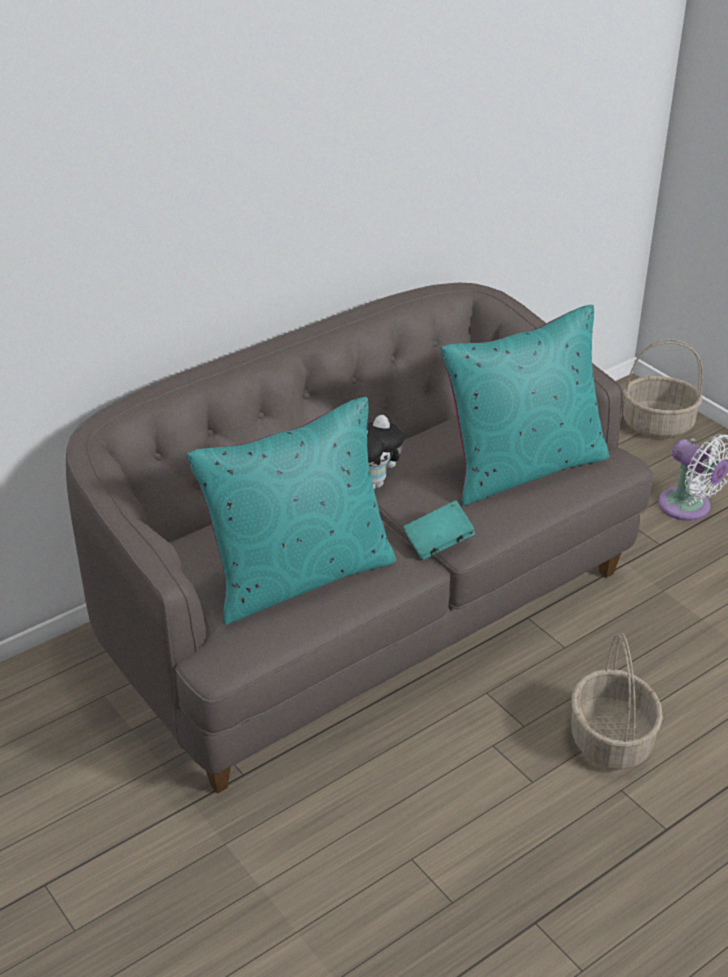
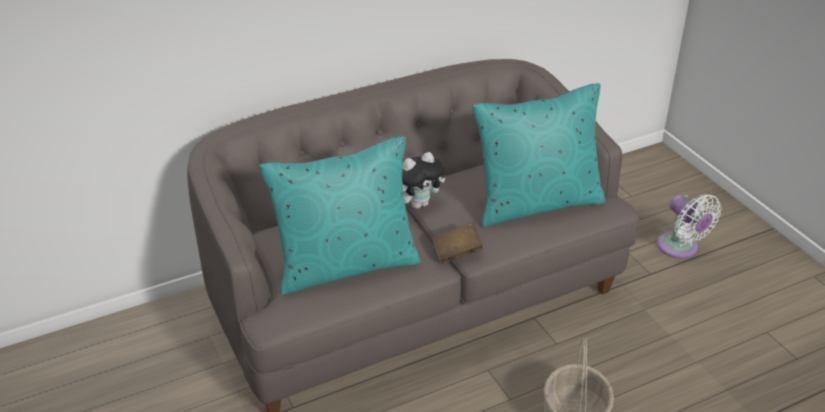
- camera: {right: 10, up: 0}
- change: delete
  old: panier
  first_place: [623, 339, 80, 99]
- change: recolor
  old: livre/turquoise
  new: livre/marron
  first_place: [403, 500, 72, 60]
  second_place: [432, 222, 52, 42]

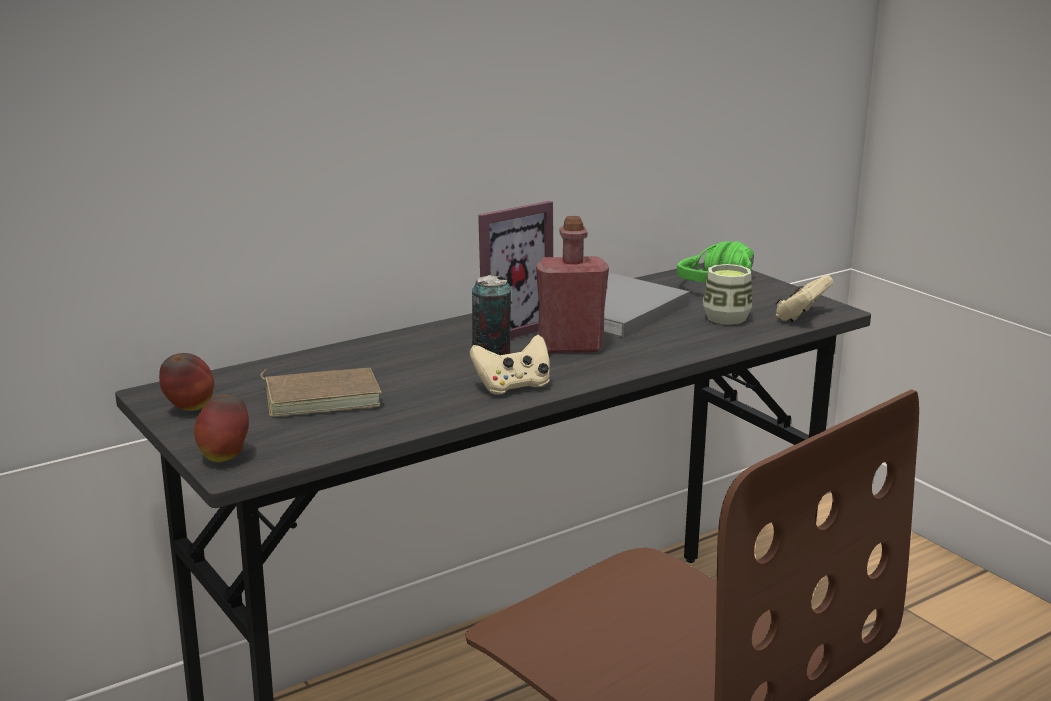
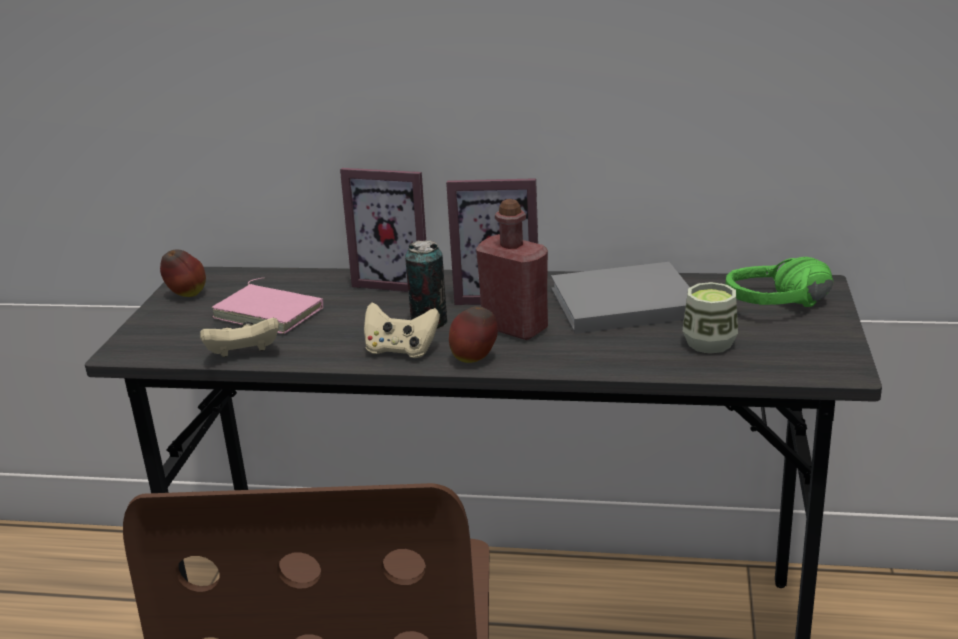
- camera: {right: 45, up: 5}
- change: insert
  new: cadre photo
  second_place: [340, 168, 86, 124]
- change: move
  old: pomme
  first_place: [194, 394, 55, 68]
  second_place: [449, 306, 49, 57]
- change: move
  old: manette/beige
  first_place: [775, 275, 58, 47]
  second_place: [200, 318, 79, 39]
- change: recolor
  old: livre/marron
  new: livre/rose
  first_place: [261, 368, 121, 49]
  second_place: [212, 278, 111, 56]

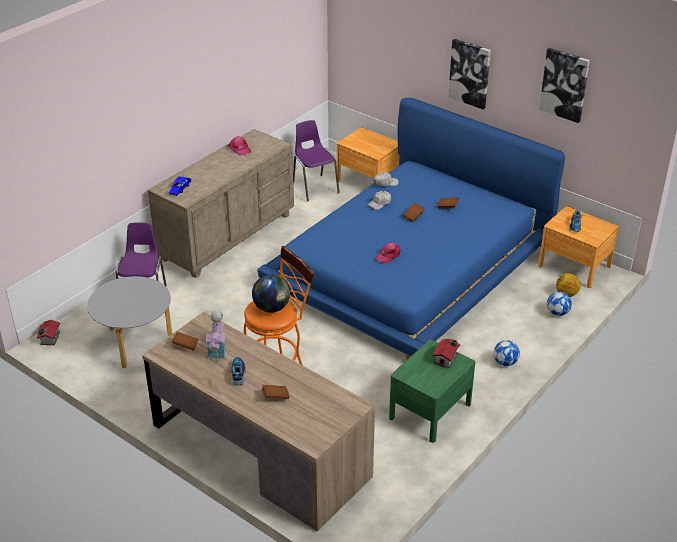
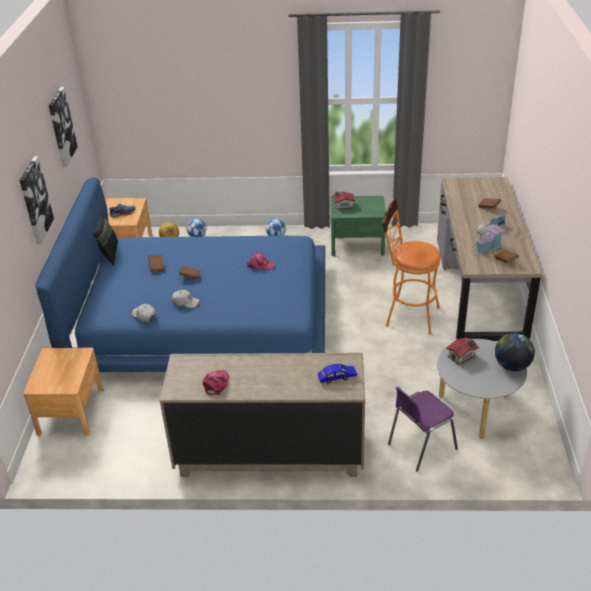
- camera: {right: -125, up: 0}
- change: delete
  old: chaise/violet
  first_place: [293, 120, 47, 82]
- change: insert
  new: coussin/noir
  second_place: [93, 214, 25, 51]
- change: move
  old: maison miniature
  first_place: [37, 320, 23, 25]
  second_place: [447, 338, 32, 27]
- change: move
  old: globe
  first_place: [252, 275, 38, 38]
  second_place: [495, 333, 40, 38]

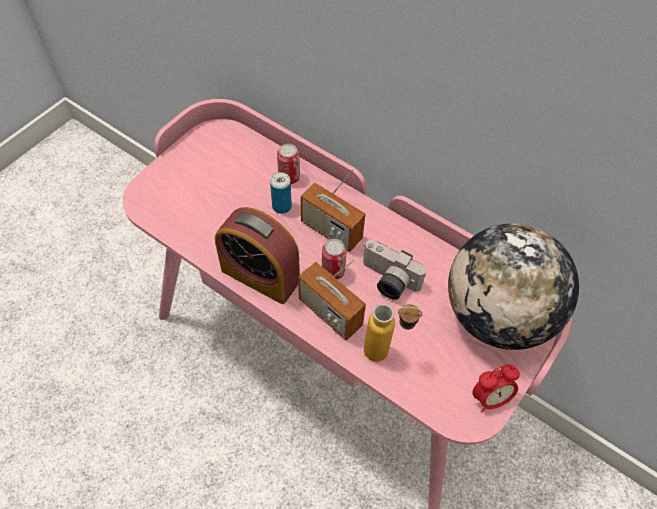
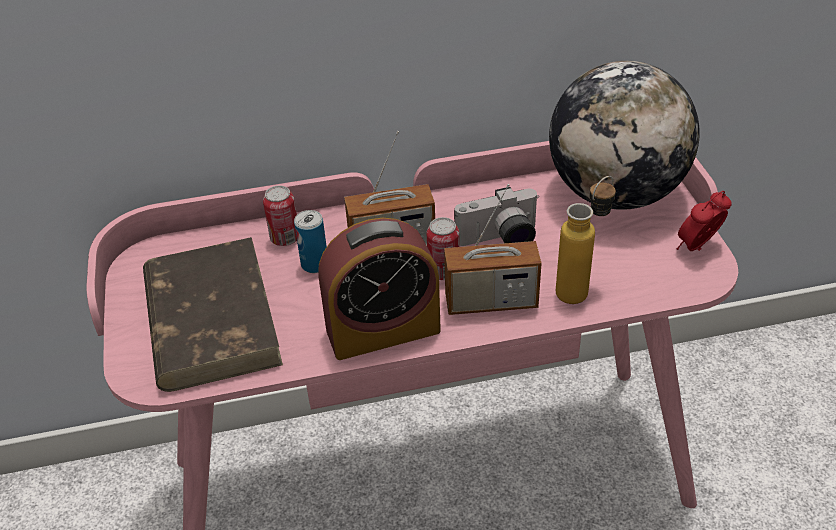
- camera: {right: -45, up: -15}
- change: insert
  new: livre/marron
  second_place: [143, 237, 140, 155]
- change: rotate
  old: réveil
  first_place: [472, 364, 48, 48]
  second_place: [676, 191, 56, 60]
  degrees: -150

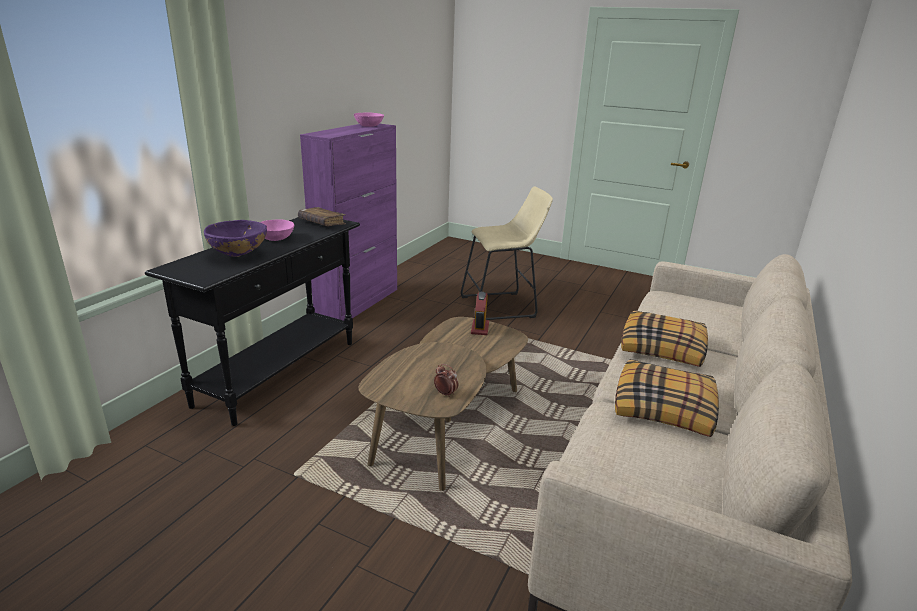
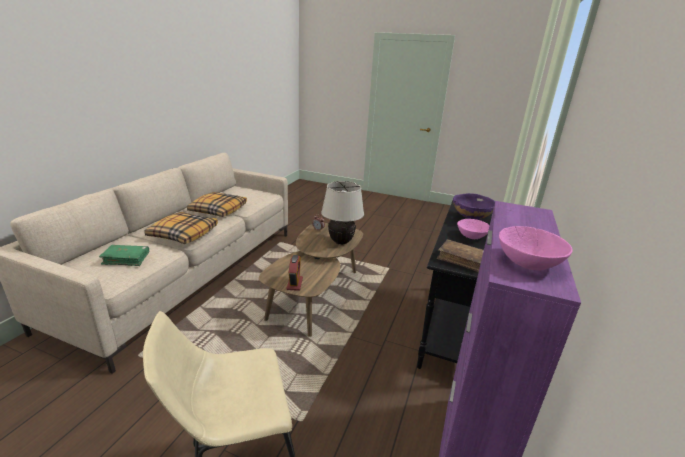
- camera: {right: 175, up: 0}
- change: insert
  new: livre/vert
  second_place: [99, 245, 51, 21]
- change: insert
  new: lampe de table/beige
  second_place: [321, 181, 43, 64]

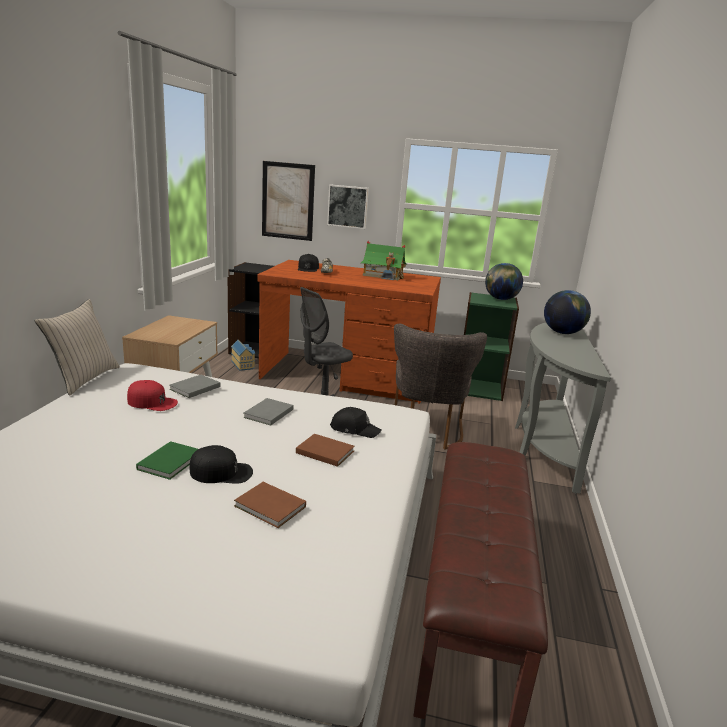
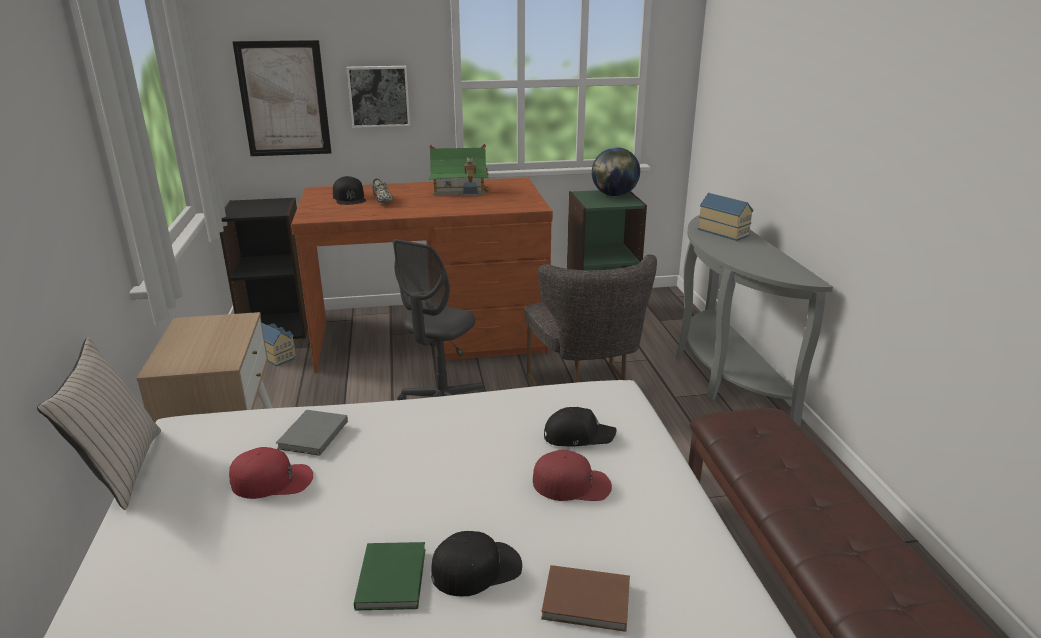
- camera: {right: -20, up: 5}
- change: delete
  old: livre/gris
  first_place: [243, 398, 50, 27]
- change: replace
  old: livre/marron
  new: casquette/rouge
  first_place: [296, 434, 59, 33]
  second_place: [533, 450, 79, 51]
- change: replace
  old: globe
  new: maison miniature
  first_place: [544, 290, 47, 44]
  second_place: [698, 193, 55, 48]

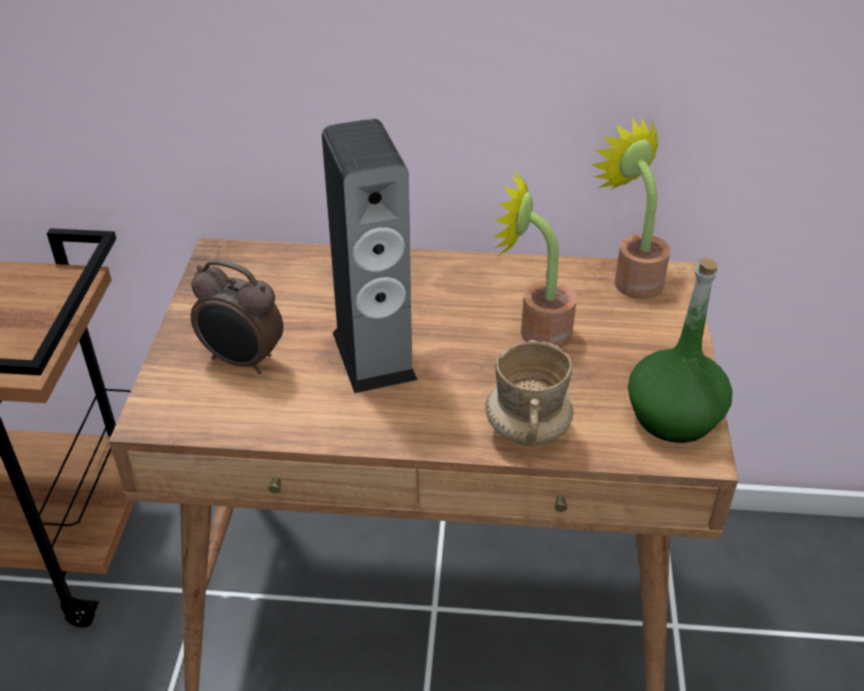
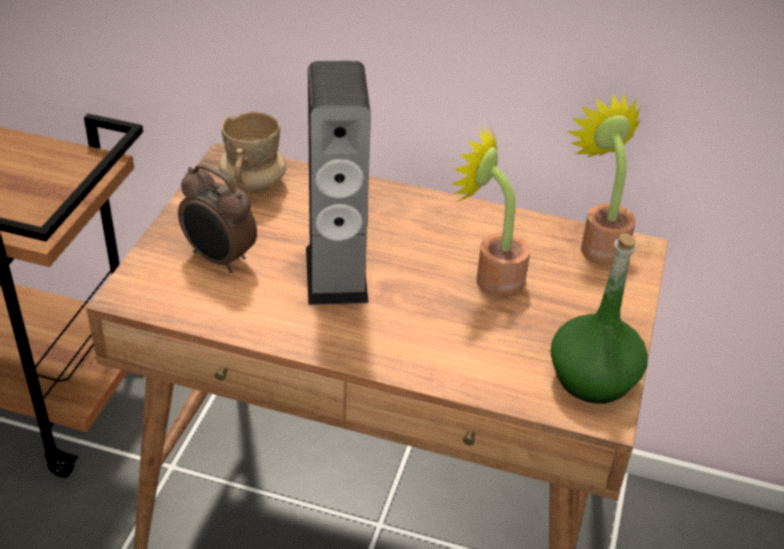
- camera: {right: 10, up: 0}
- change: move
  old: mug/beige
  first_place: [485, 340, 88, 106]
  second_place: [219, 111, 68, 82]

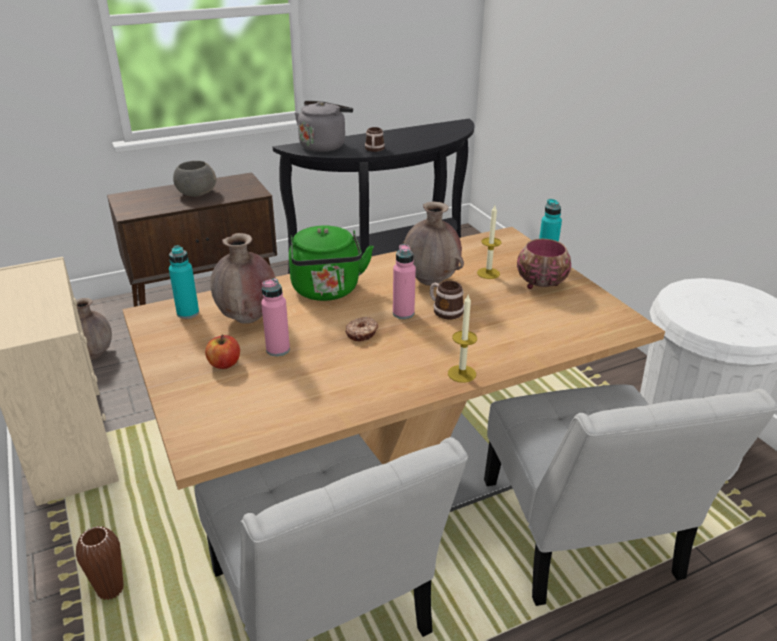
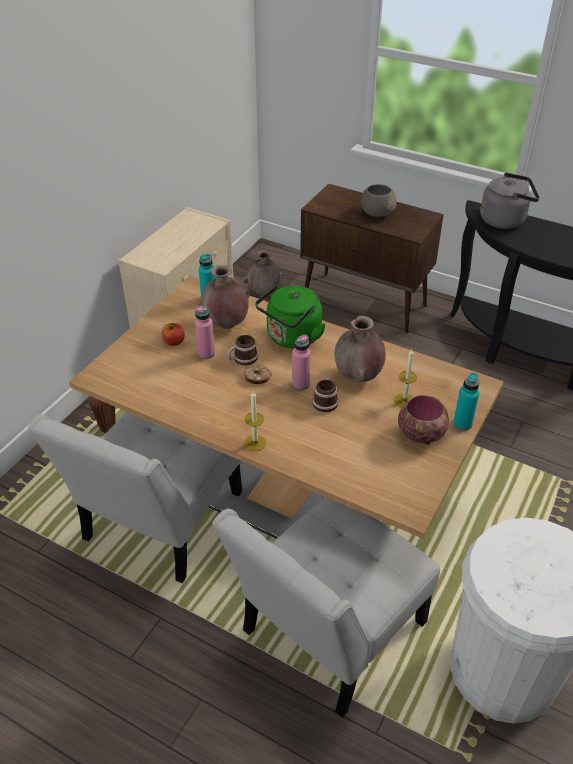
- camera: {right: 55, up: 10}
- change: move
  old: mug
  first_place: [365, 127, 20, 25]
  second_place: [227, 335, 31, 31]

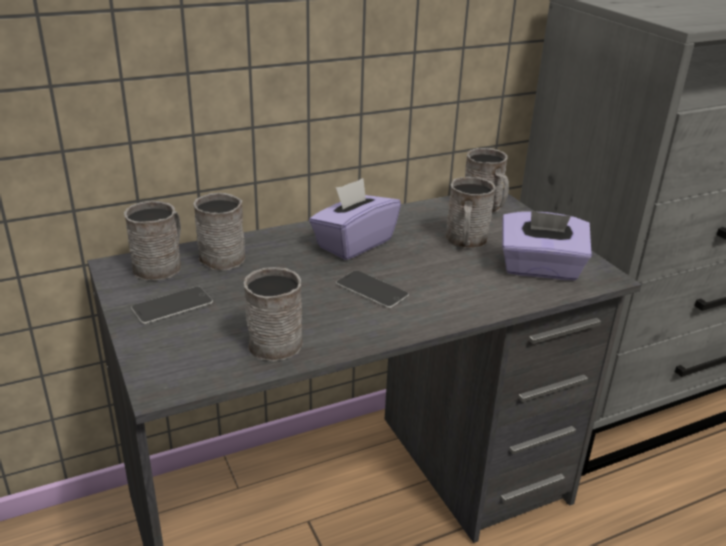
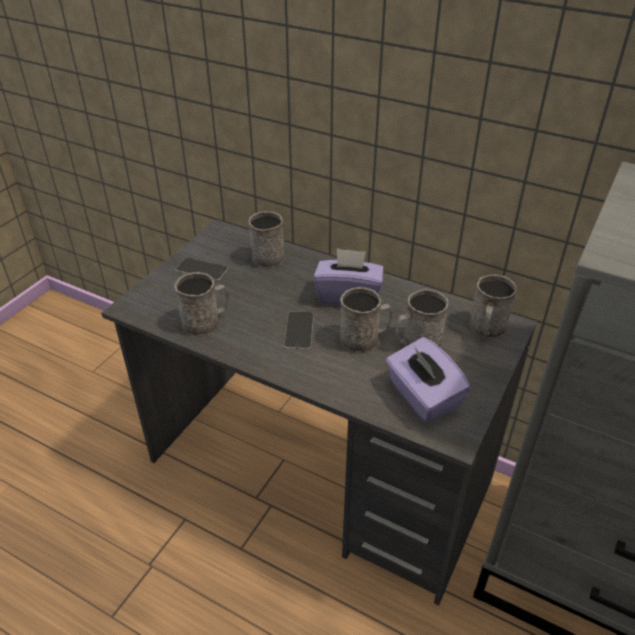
- camera: {right: 55, up: 10}
- change: move
  old: mug/gris
  first_place: [124, 201, 57, 80]
  second_place: [340, 287, 52, 66]

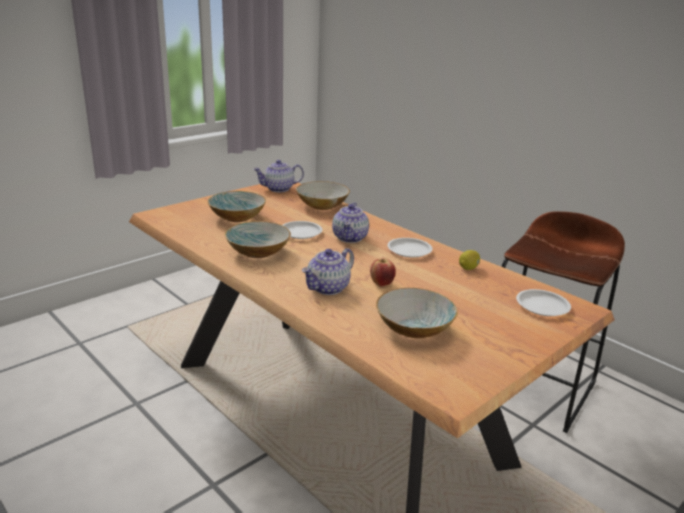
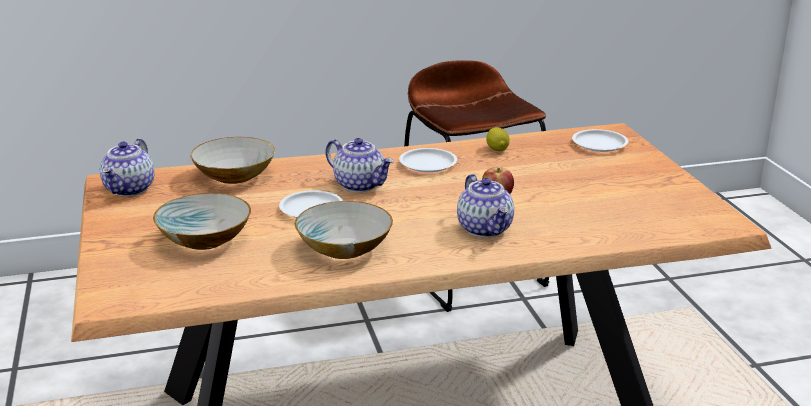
- camera: {right: -60, up: 0}
- change: delete
  old: bol
  first_place: [376, 288, 82, 50]

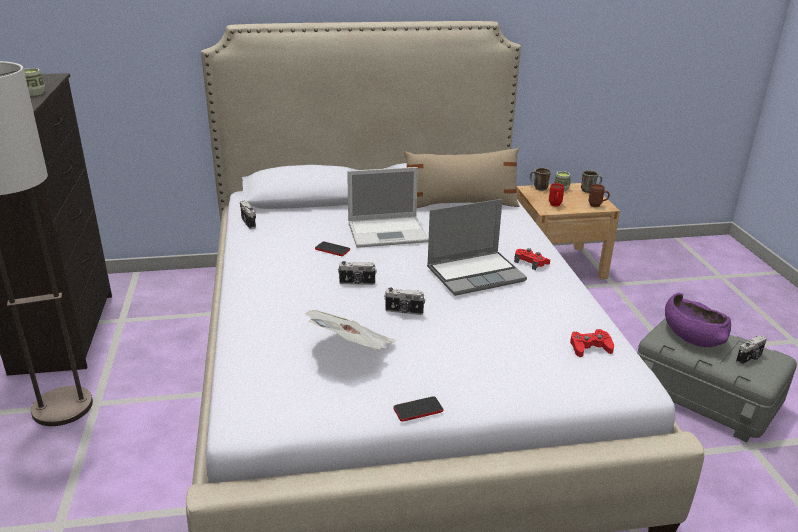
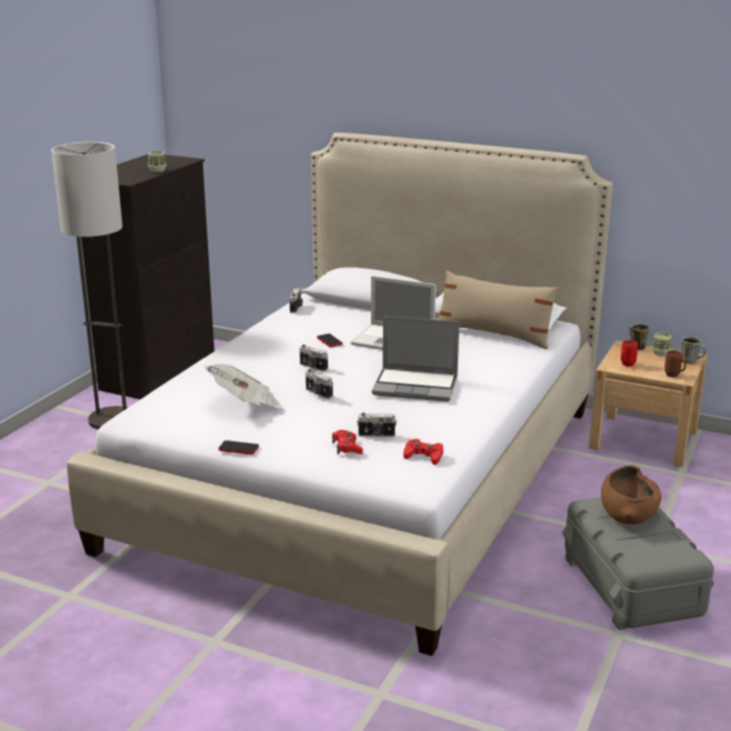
- camera: {right: 35, up: -5}
- change: move
  old: manette/rouge
  first_place: [514, 248, 36, 22]
  second_place: [332, 430, 31, 24]
- change: move
  old: appareil photo
  first_place: [736, 335, 31, 30]
  second_place: [357, 413, 40, 24]
- change: recolor
  old: bol/violet
  new: bol/marron
  first_place: [665, 293, 66, 54]
  second_place: [601, 465, 61, 59]

